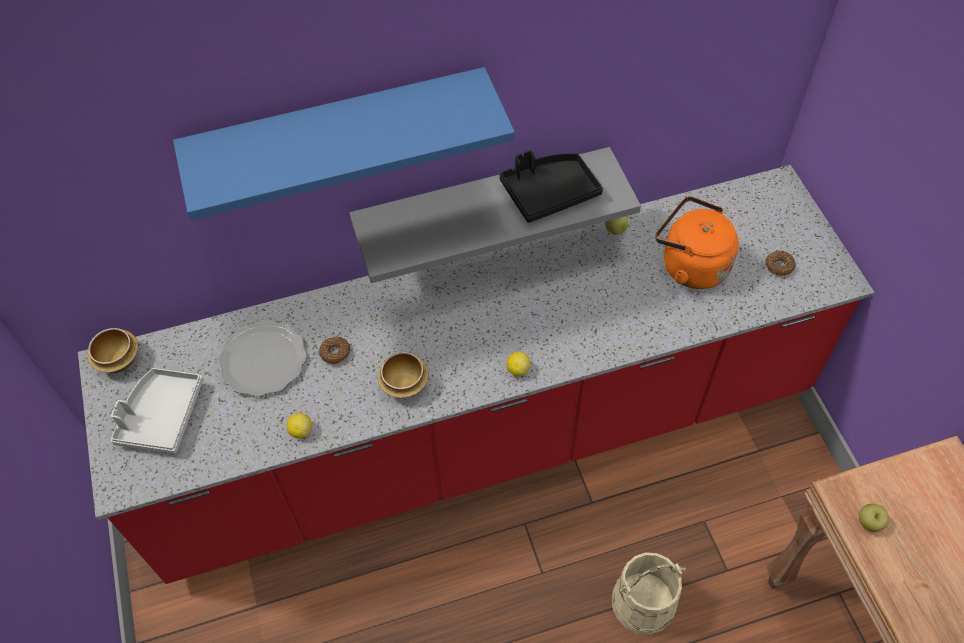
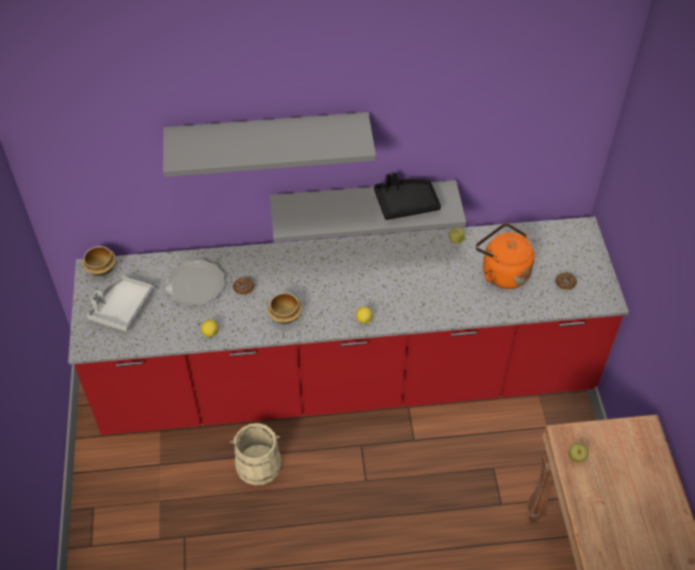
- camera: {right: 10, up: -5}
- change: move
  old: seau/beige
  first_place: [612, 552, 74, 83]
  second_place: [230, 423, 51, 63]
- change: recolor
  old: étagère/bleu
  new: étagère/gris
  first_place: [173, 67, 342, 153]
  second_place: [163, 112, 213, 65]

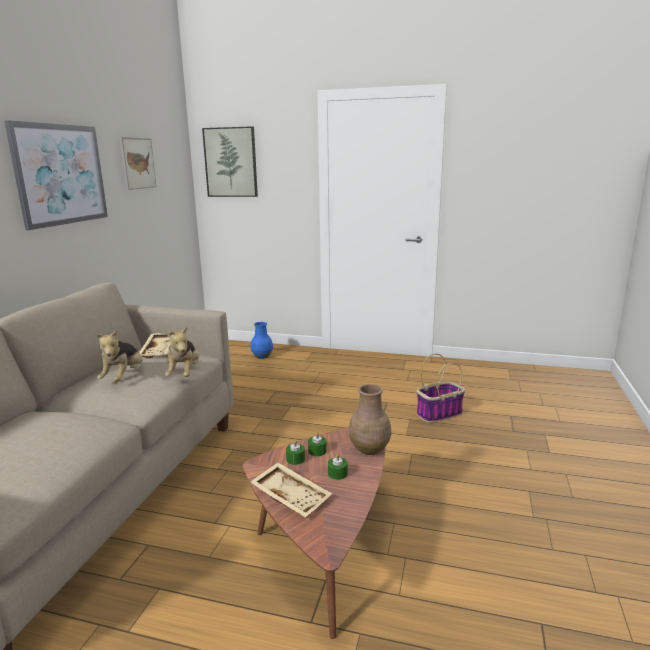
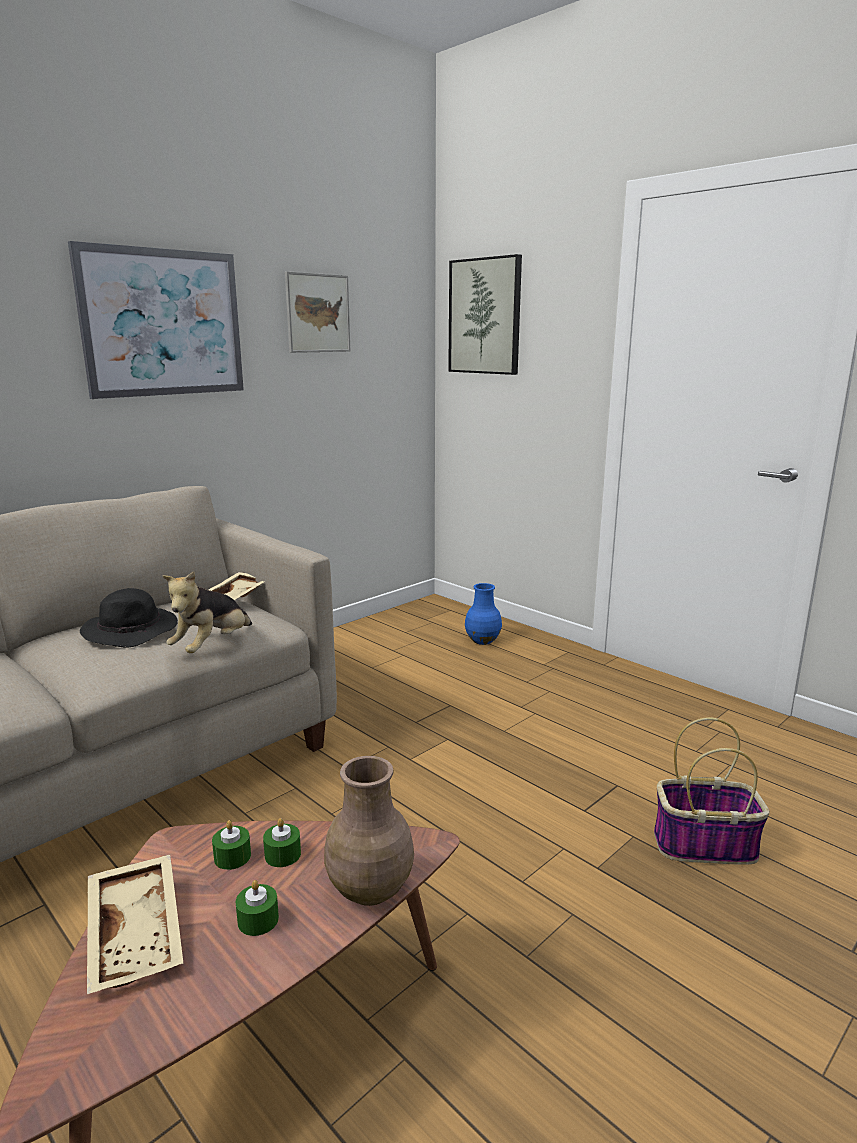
- camera: {right: 30, up: 0}
- change: replace
  old: peluche
  new: chapeau/noir
  first_place: [96, 330, 46, 51]
  second_place: [80, 588, 98, 60]

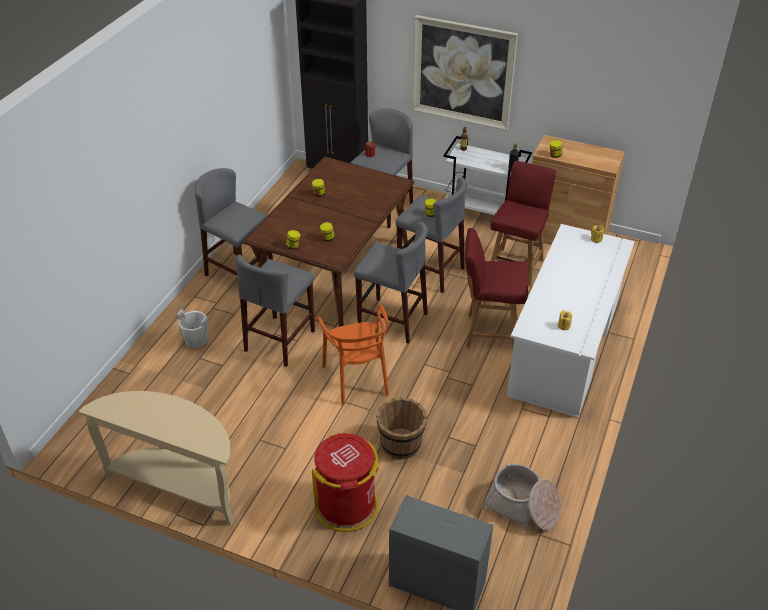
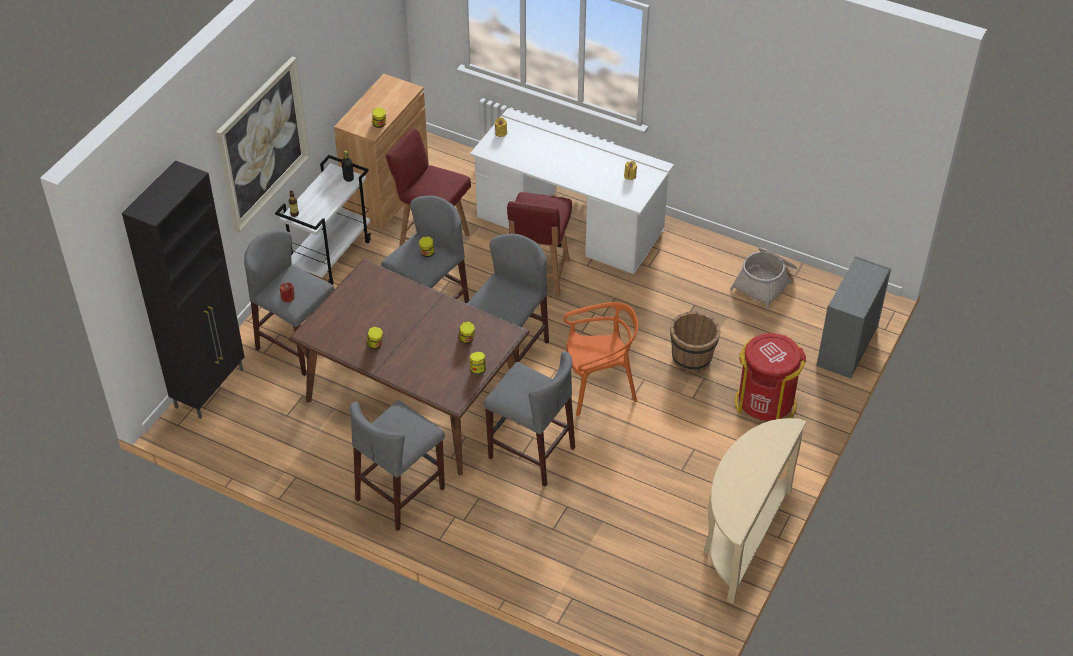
- camera: {right: -85, up: 5}
- change: delete
  old: seau/blanc
  first_place: [177, 309, 31, 39]

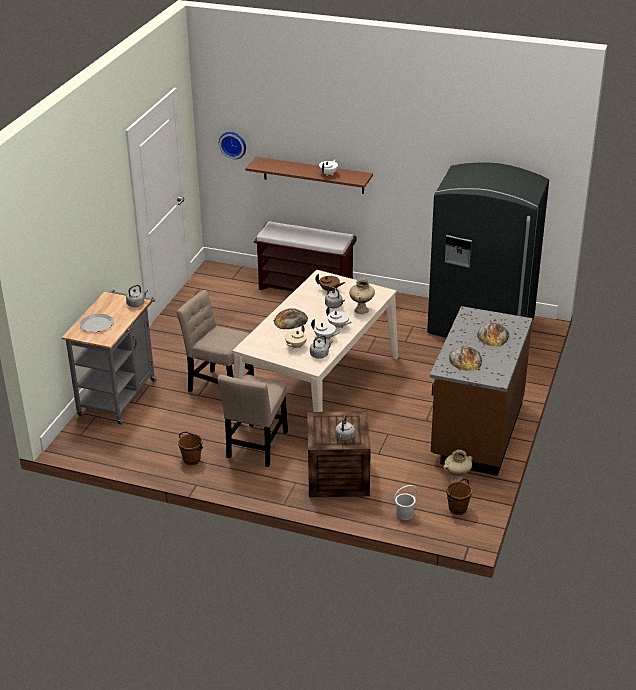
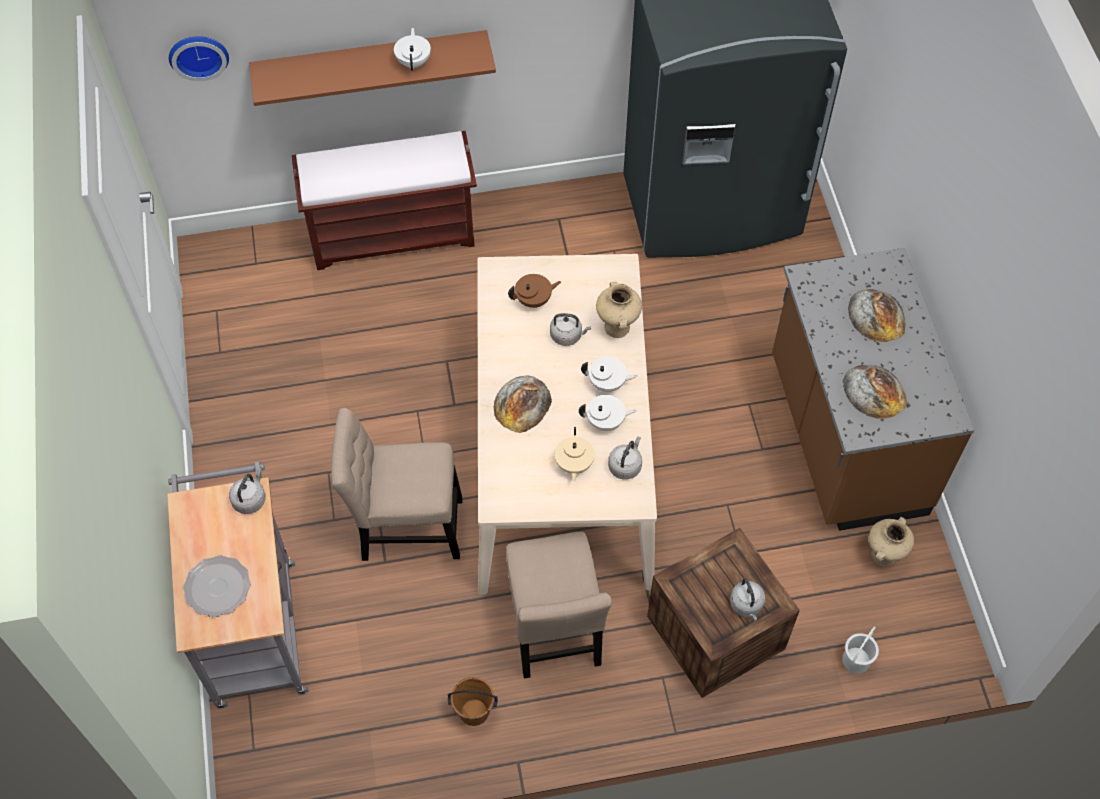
- camera: {right: -30, up: 25}
- change: delete
  old: seau/marron
  first_place: [446, 479, 26, 36]

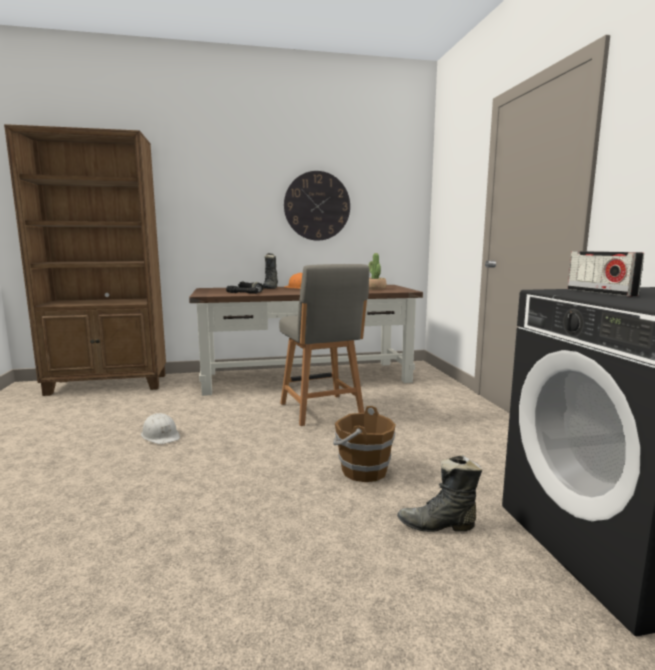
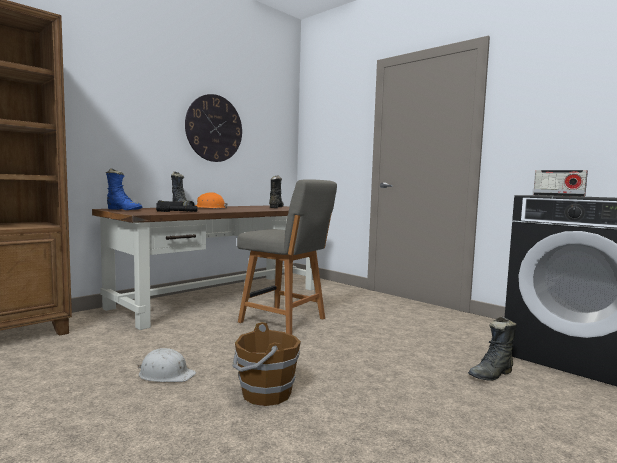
- camera: {right: -35, up: -5}
- change: insert
  new: botte/bleu
  second_place: [106, 168, 36, 42]
- change: move
  old: seau/marron
  first_place: [333, 406, 63, 76]
  second_place: [232, 322, 69, 84]
- change: replace
  old: plante en pot
  new: botte/noir
  first_place: [368, 253, 18, 36]
  second_place: [269, 175, 15, 33]

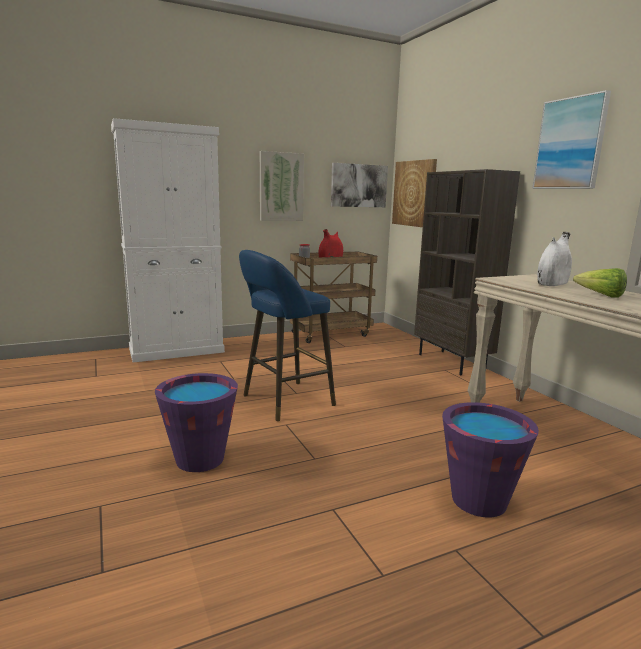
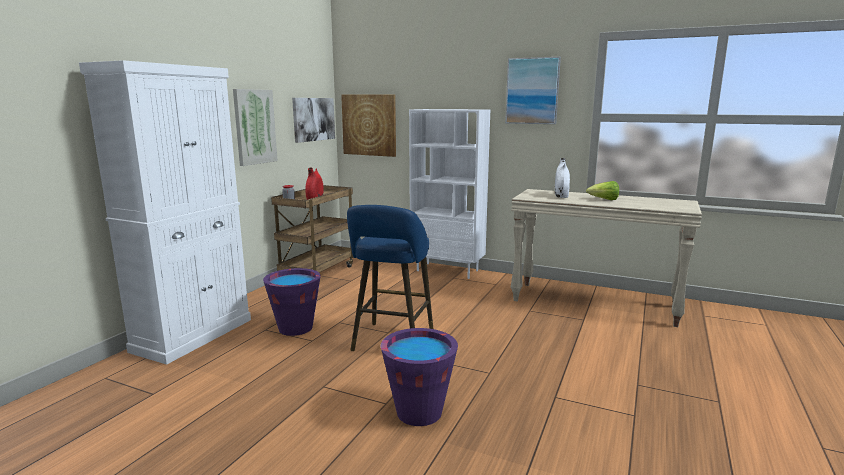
- camera: {right: -40, up: 0}
- change: move
  old: seau/violet
  first_place: [442, 402, 97, 116]
  second_place: [263, 268, 58, 68]
- change: recolor
  old: bibliothèque/marron
  new: bibliothèque/blanc
  first_place: [414, 169, 106, 206]
  second_place: [409, 109, 81, 170]

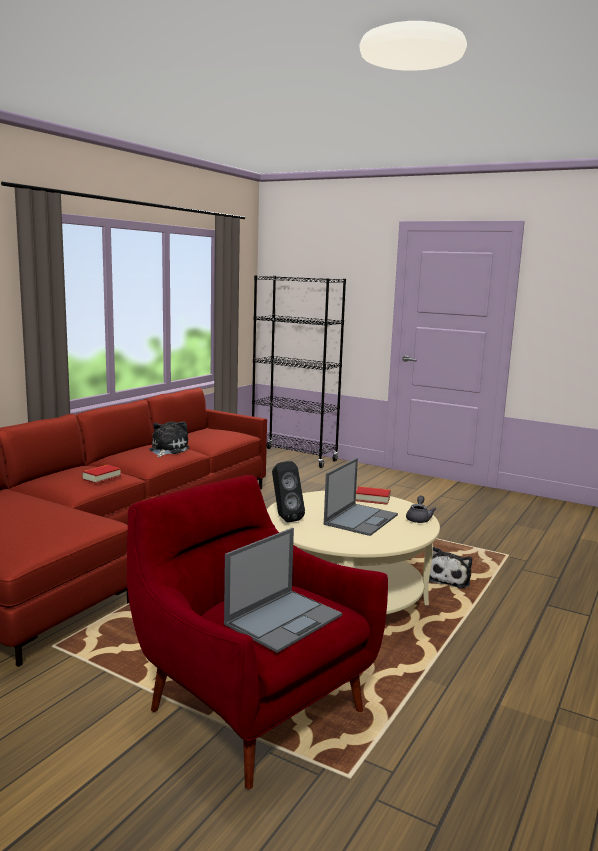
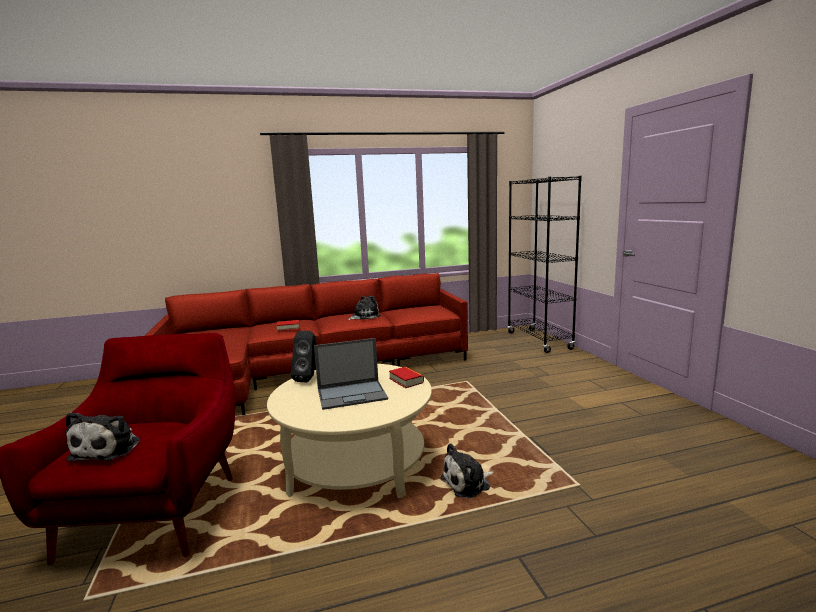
- camera: {right: 45, up: 0}
- change: delete
  old: théière/gris
  first_place: [406, 496, 31, 27]
- change: replace
  old: ordinateur portable
  new: peluche
  first_place: [224, 528, 118, 125]
  second_place: [66, 412, 74, 49]

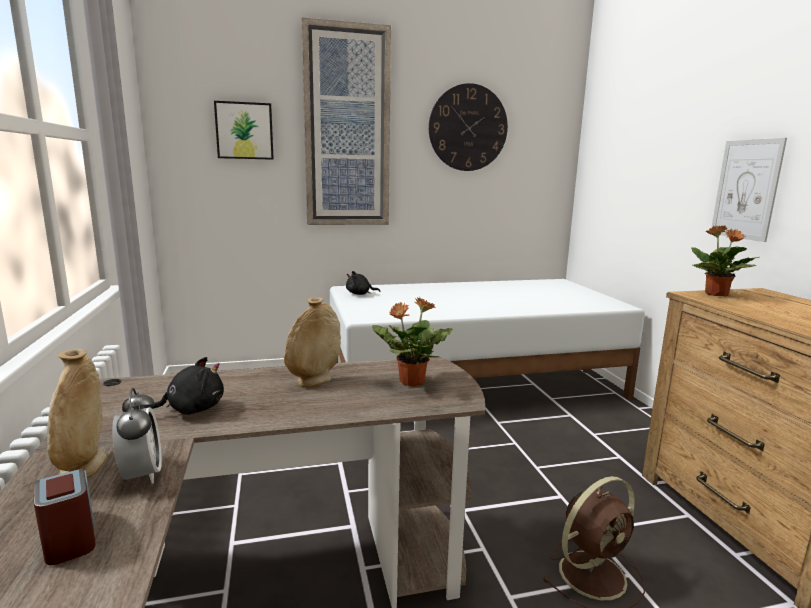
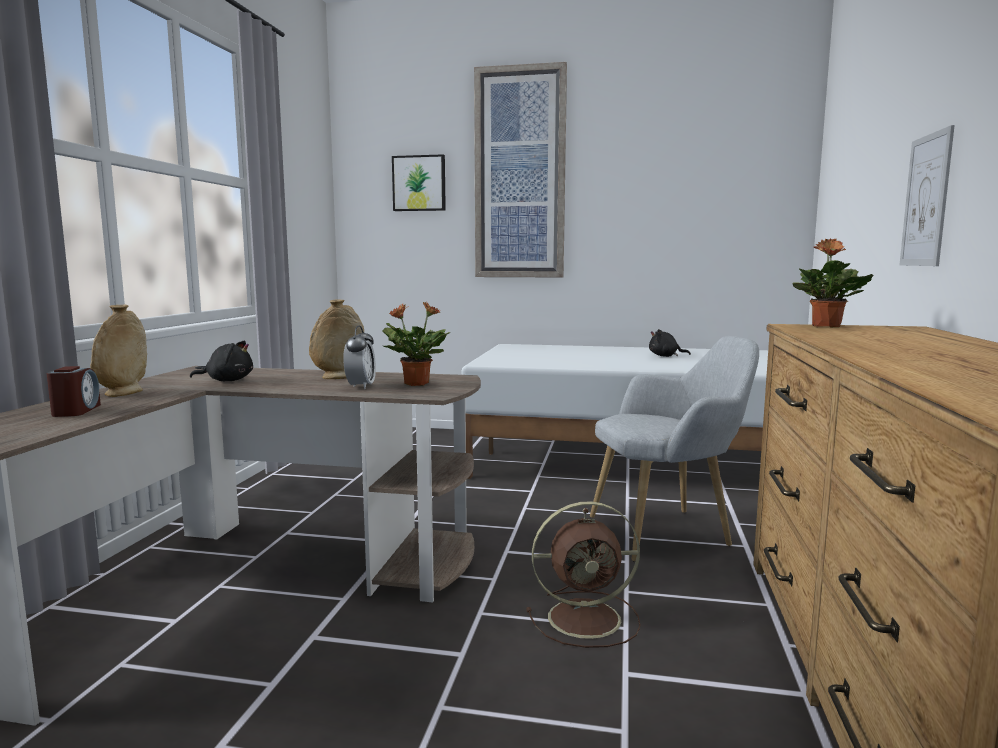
- camera: {right: 25, up: -5}
- change: delete
  old: horloge murale
  first_place: [429, 83, 79, 88]
- change: insert
  new: fauteuil/gris
  second_place: [590, 336, 169, 226]
- change: move
  old: réveil
  first_place: [112, 388, 50, 96]
  second_place: [343, 326, 33, 63]
- change: move
  old: peluche/noir
  first_place: [346, 271, 35, 24]
  second_place: [649, 329, 42, 28]

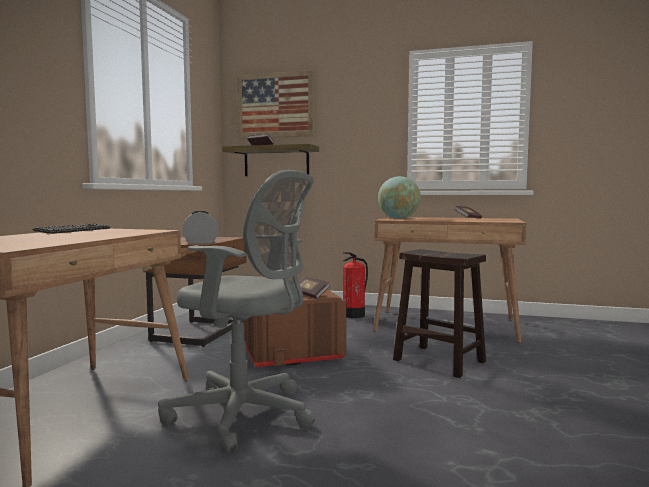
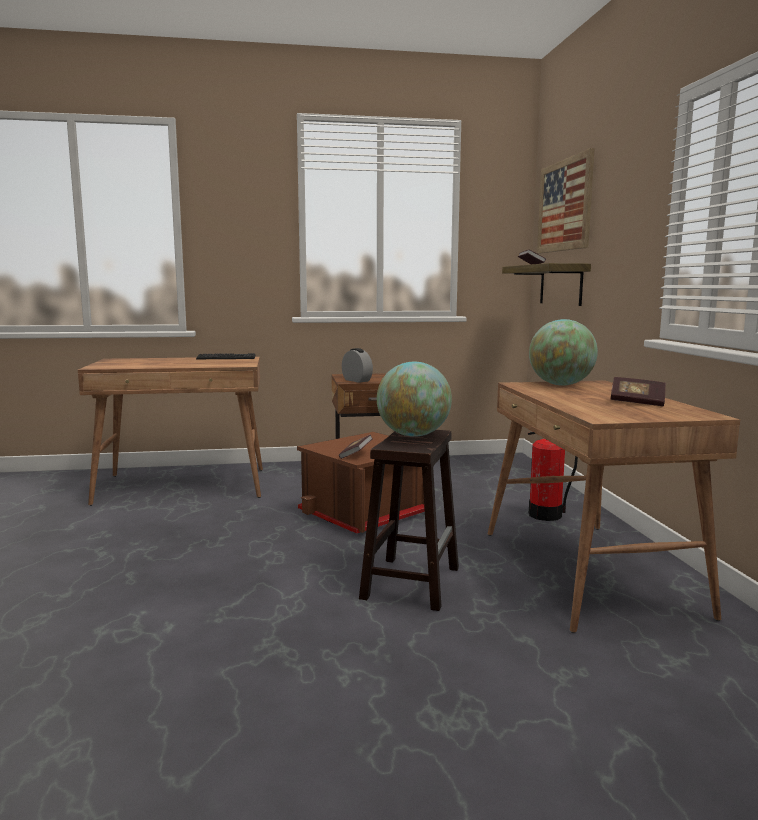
- camera: {right: 65, up: 5}
- change: delete
  old: chaise de bureau/gris
  first_place: [158, 170, 157, 284]
- change: insert
  new: globe
  second_place: [377, 362, 75, 75]

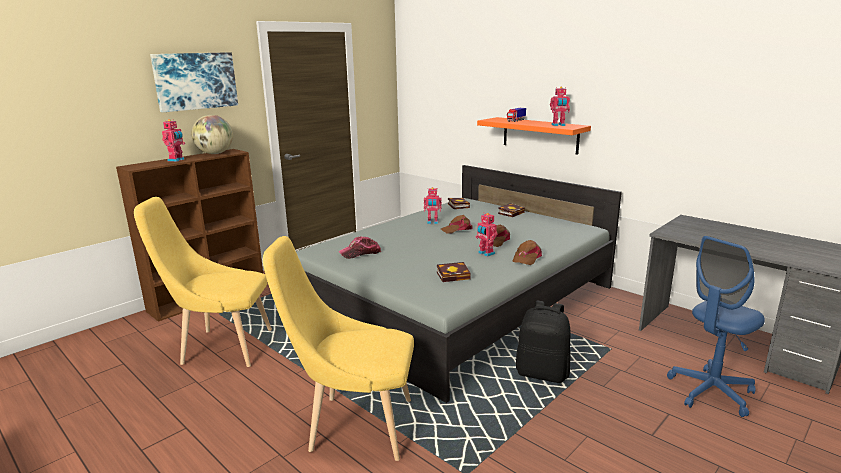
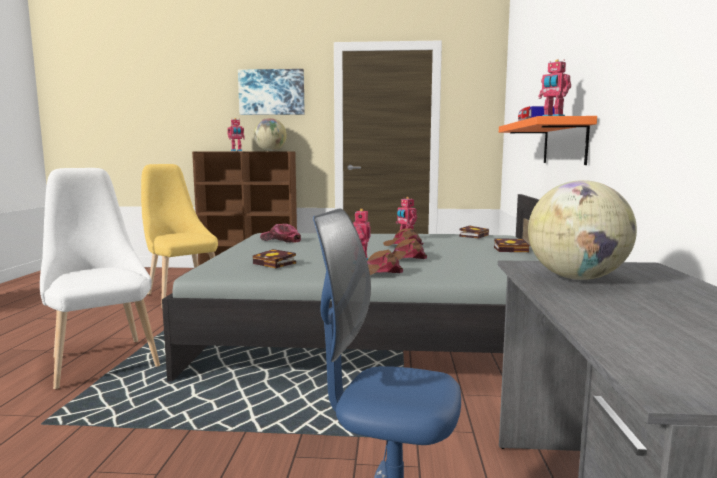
- camera: {right: 50, up: -10}
- change: delete
  old: sac à dos/noir
  first_place: [516, 301, 55, 82]
- change: insert
  new: globe
  second_place: [528, 180, 109, 100]
- change: recolor
  old: chaise/jaune
  new: chaise/blanc
  first_place: [263, 236, 151, 225]
  second_place: [40, 168, 120, 221]

